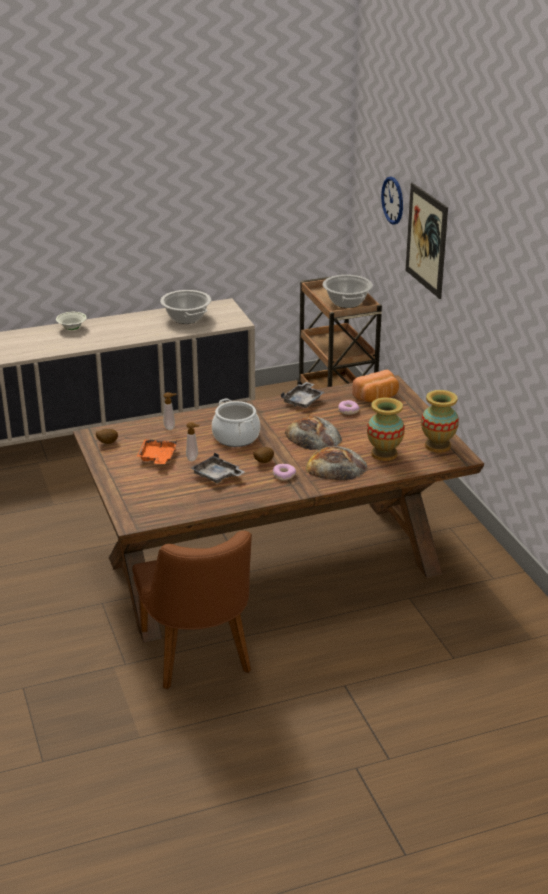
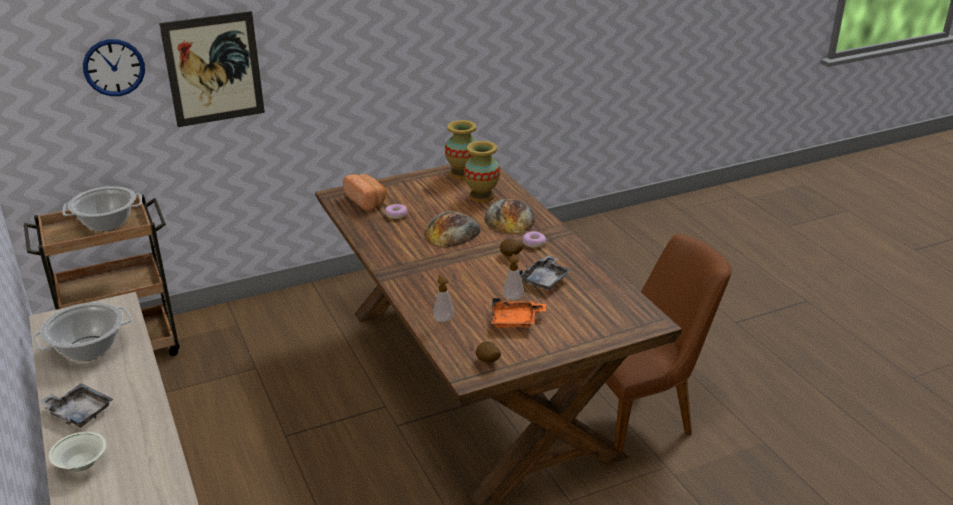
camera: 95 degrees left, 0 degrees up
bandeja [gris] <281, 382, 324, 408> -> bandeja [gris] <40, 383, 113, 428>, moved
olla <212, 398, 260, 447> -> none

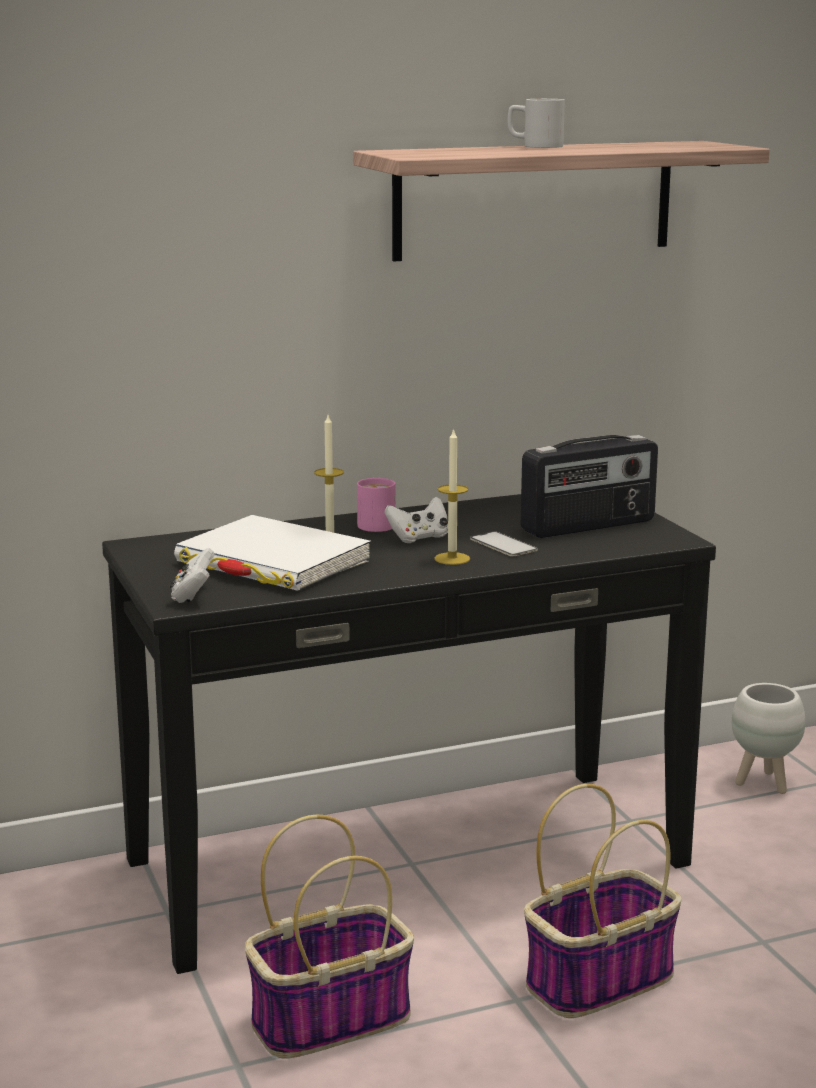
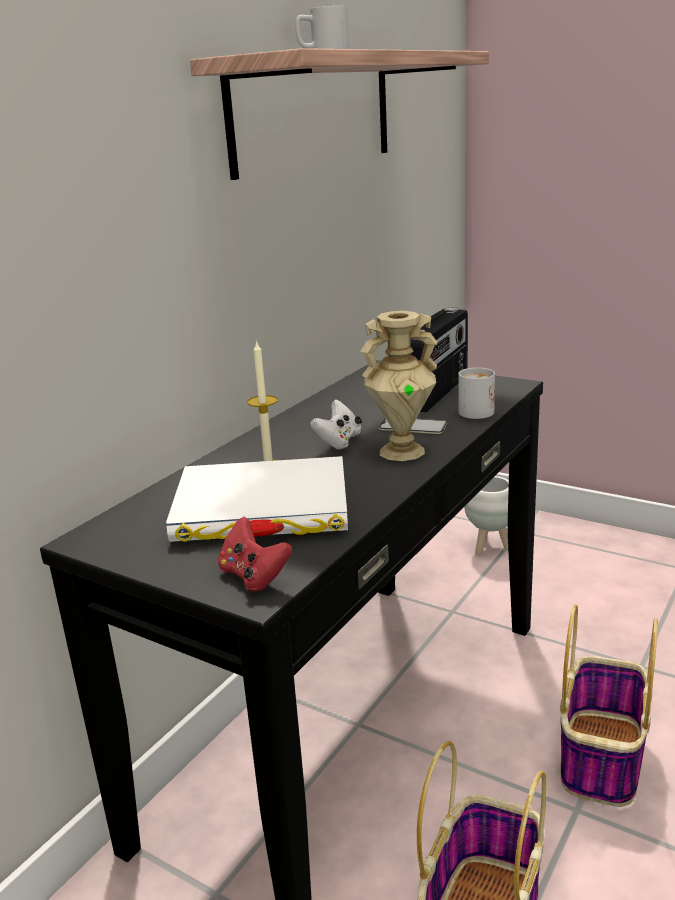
camera: 35 degrees left, 5 degrees up
mando de consola [blanco] <169, 548, 215, 603> -> mando de consola [rojo] <218, 517, 292, 592>
vela <434, 428, 470, 565> -> florero [beis] <360, 311, 437, 461>
none -> taza grande [blanco] <458, 367, 495, 419>
taza grande [rosa] <357, 478, 396, 532> -> none

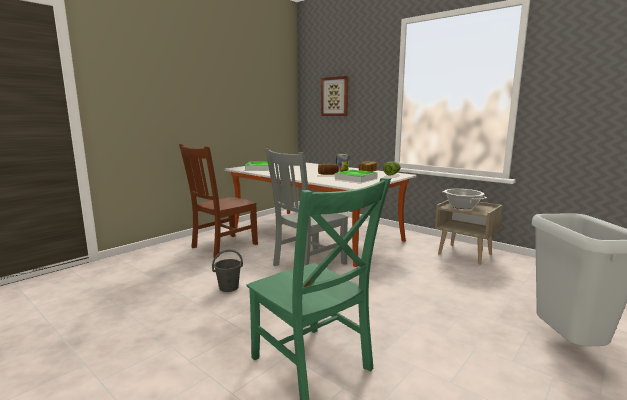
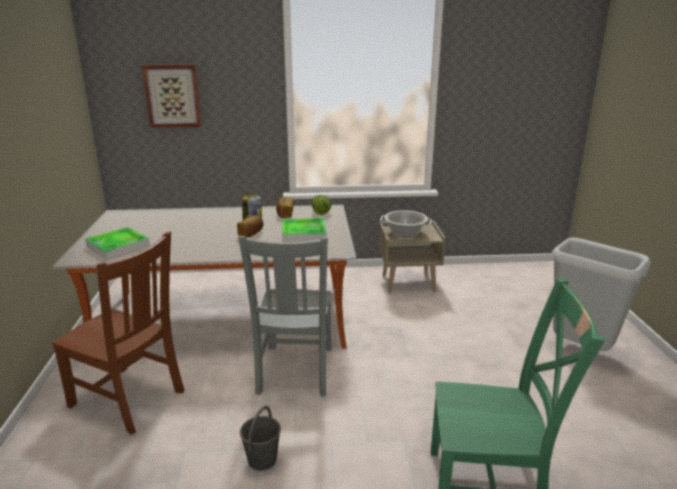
camera: 45 degrees left, 10 degrees up
silla [marrón] <179, 144, 258, 258> -> silla [marrón] <52, 232, 185, 435>, 60 degrees counterclockwise

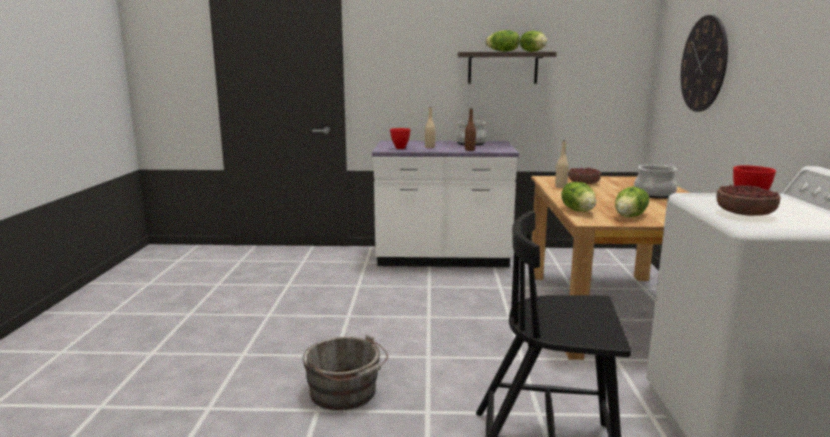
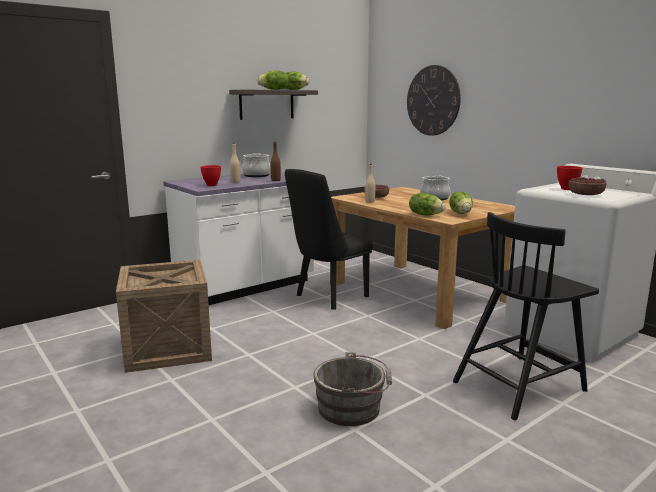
camera: 40 degrees left, 0 degrees up
none -> caja de embalaje <116, 260, 212, 373>
none -> silla [negro] <285, 169, 373, 310>

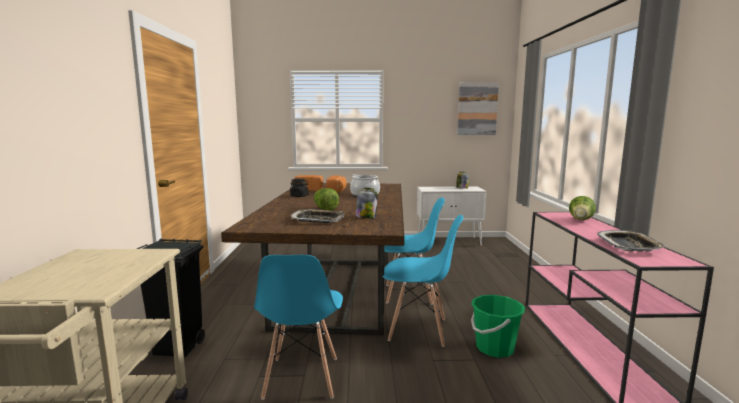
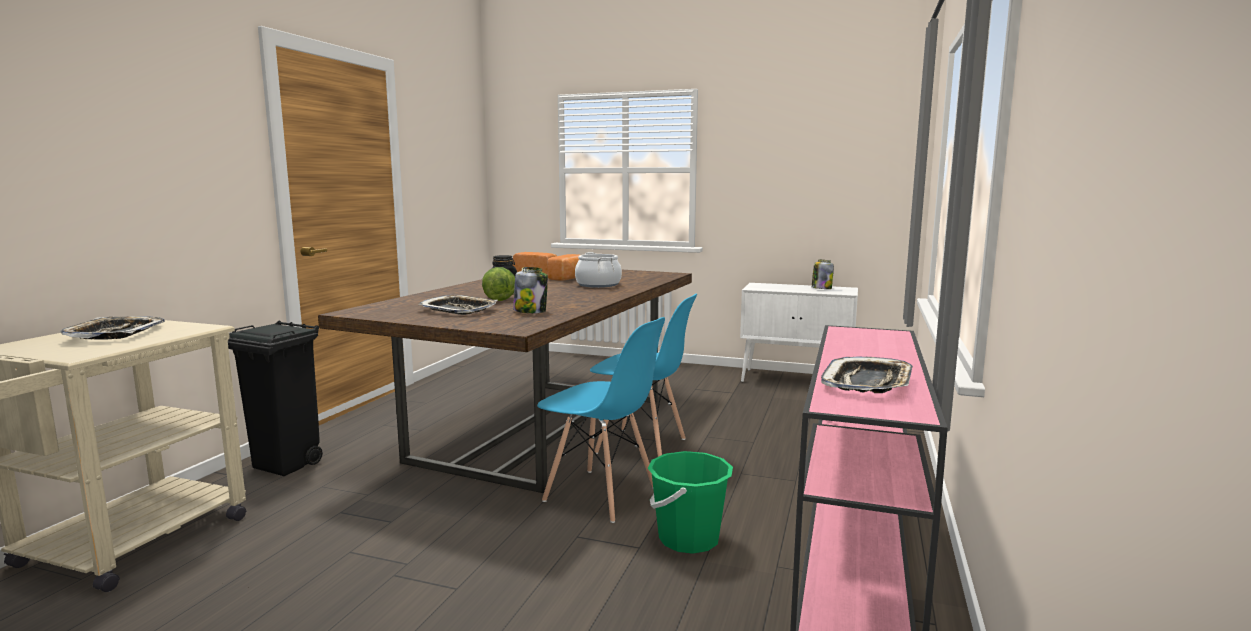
camera: 20 degrees right, 0 degrees up
none -> bandeja <60, 316, 165, 340>
silla [azul] <254, 255, 343, 400> -> none
cuadro <457, 82, 499, 135> -> none
lechuga <569, 196, 596, 220> -> none

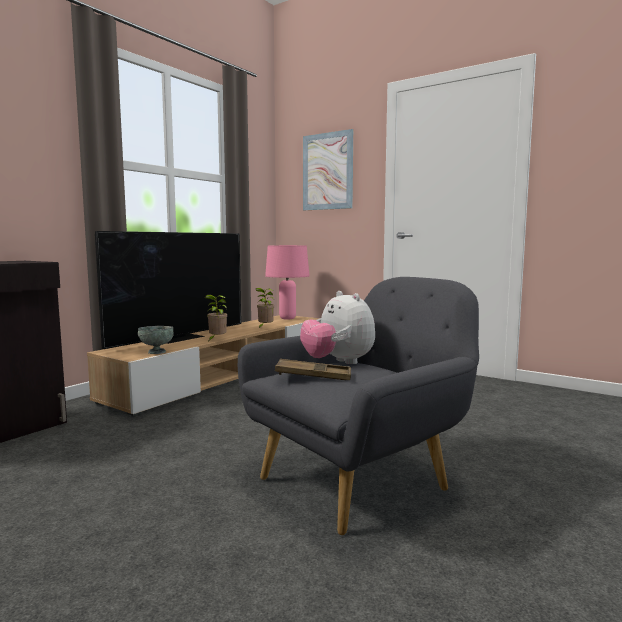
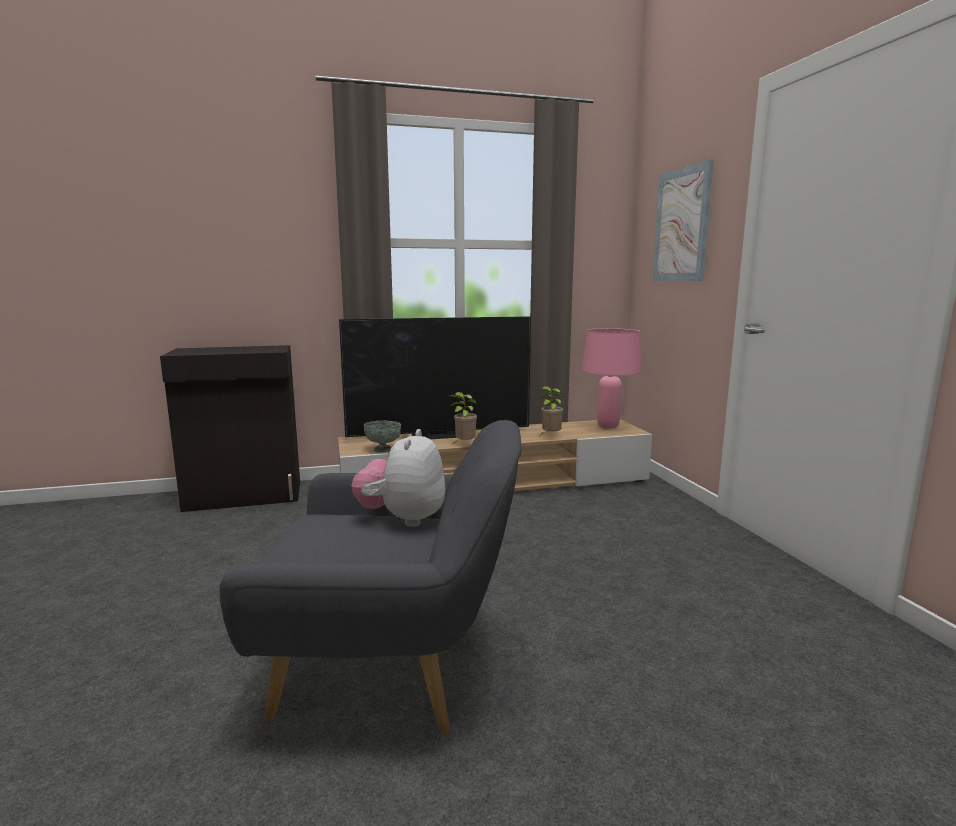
camera: 40 degrees right, 5 degrees up
bandeja [marrón] <275, 359, 351, 380> -> none

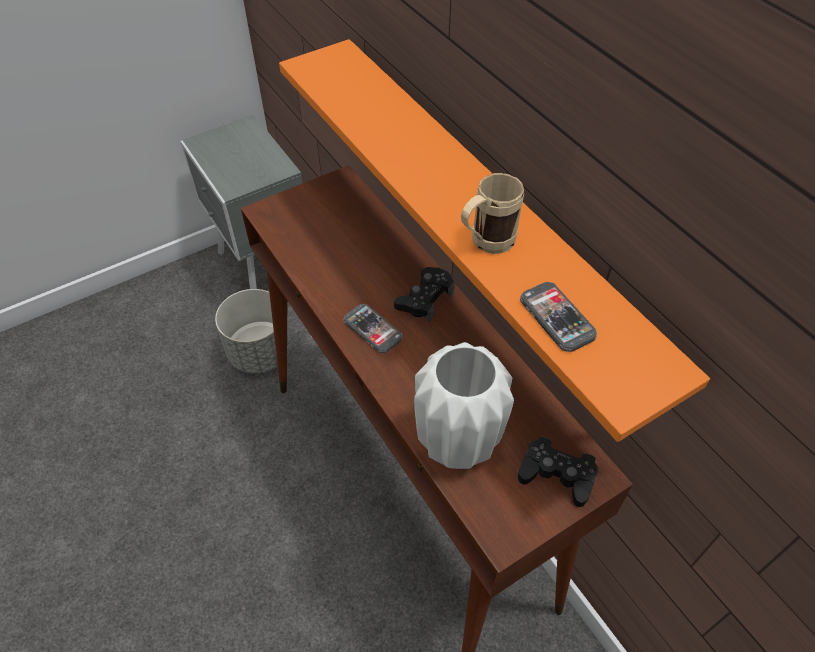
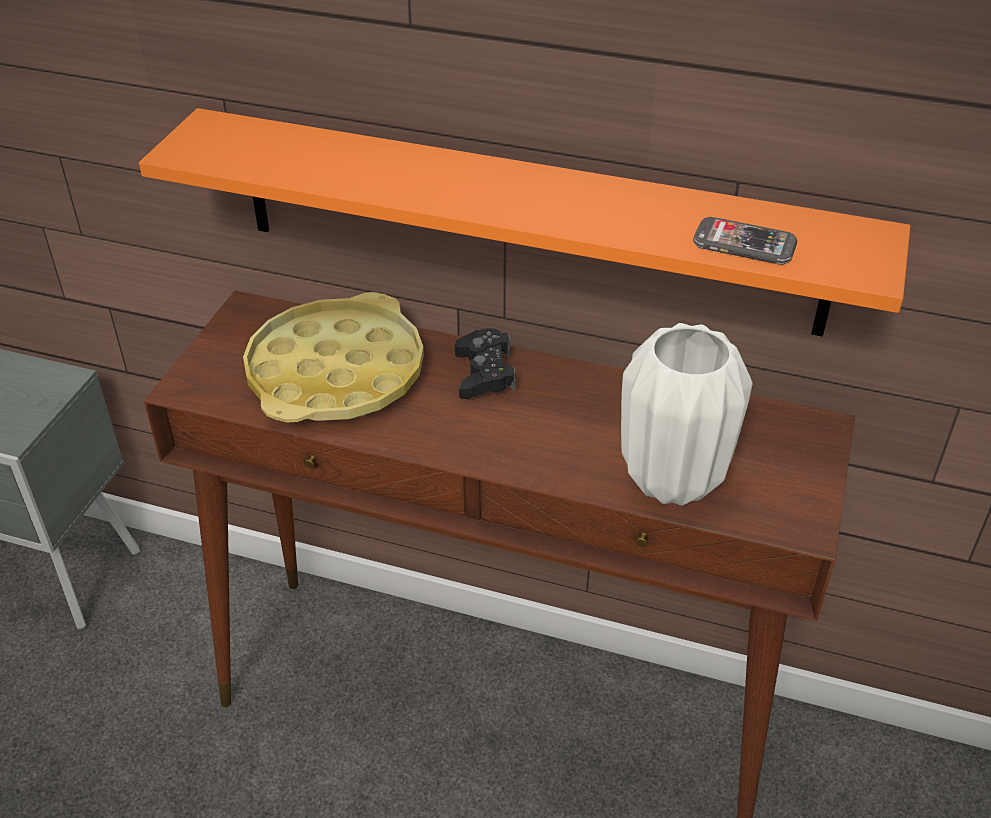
camera: 40 degrees left, 10 degrees down
none -> bandeja [amarillo] <243, 292, 424, 423>
maceta [gris] <215, 289, 291, 373> -> none
móvil <343, 304, 403, 353> -> none
taza grande [beis] <461, 173, 524, 254> -> none
mando de consola [negro] <518, 436, 598, 507> -> none

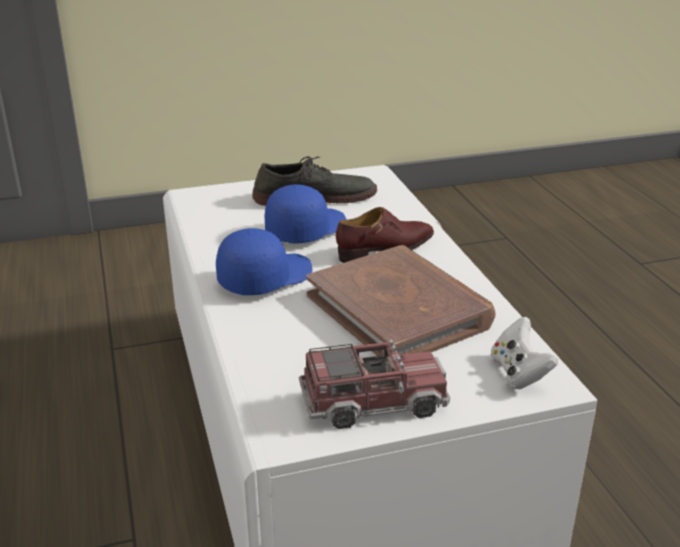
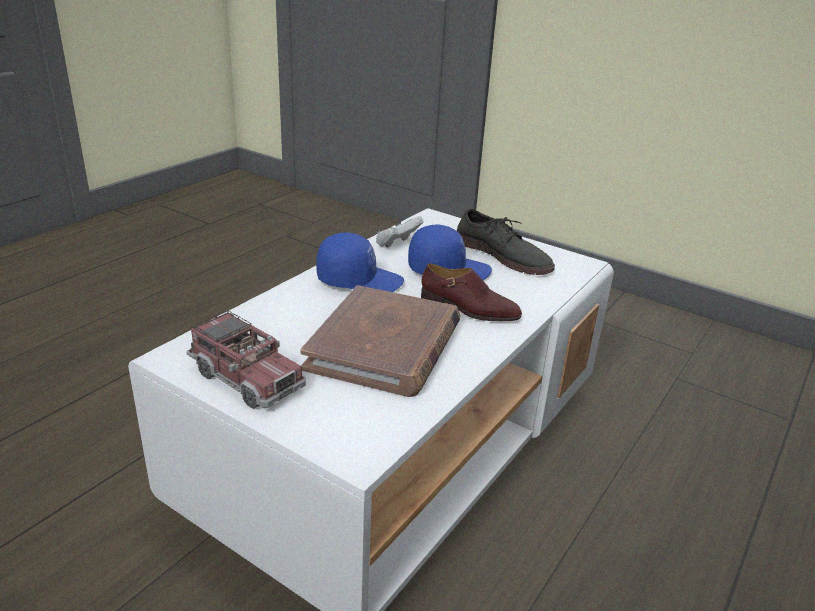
camera: 50 degrees right, 0 degrees up
mando de consola [blanco] <491, 317, 558, 389> -> mando de consola [blanco] <376, 216, 423, 248>, moved

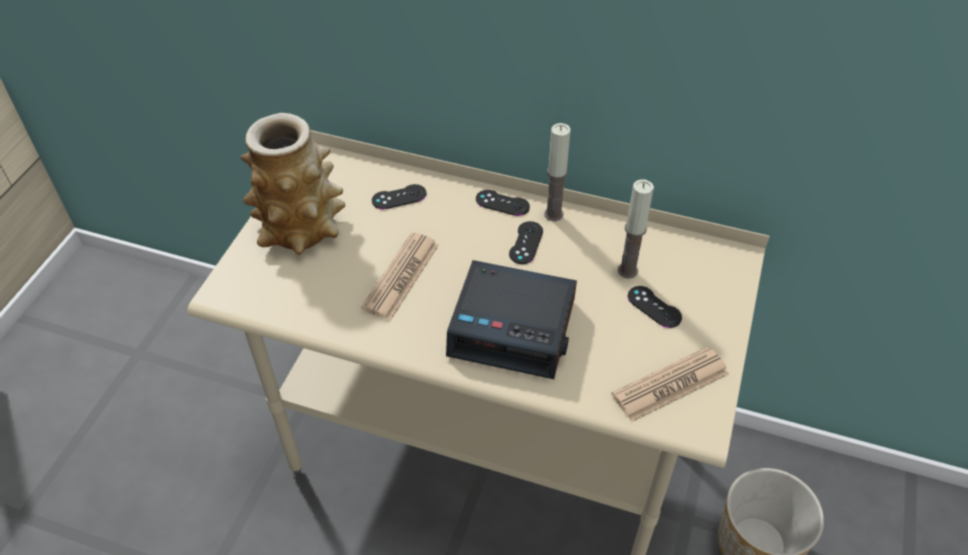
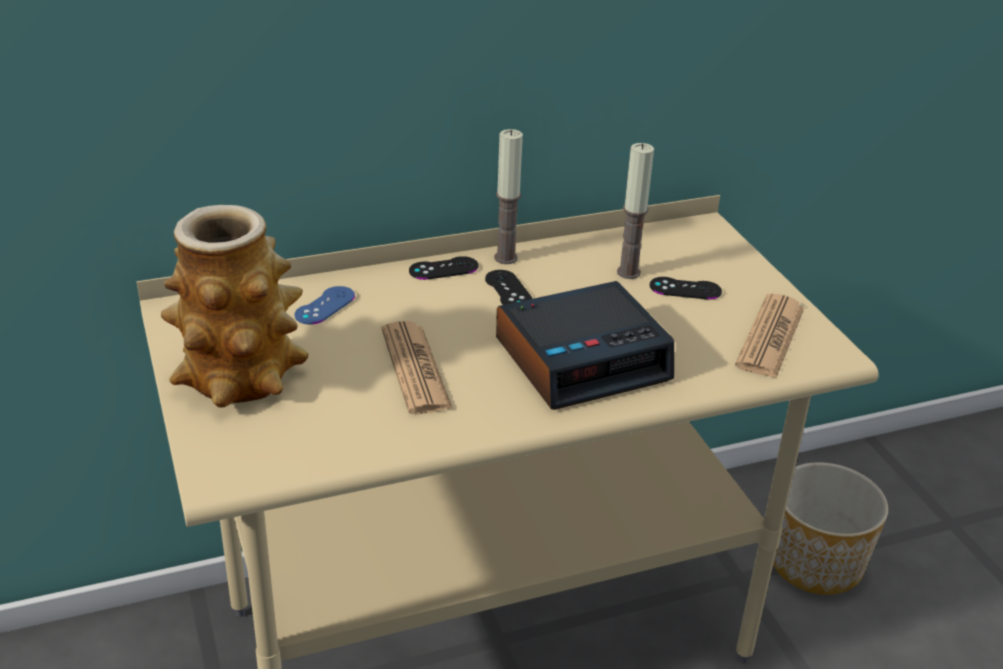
camera: 40 degrees left, 15 degrees down
mando de consola [negro] <372, 184, 426, 209> -> mando de consola [azul] <295, 286, 355, 325>

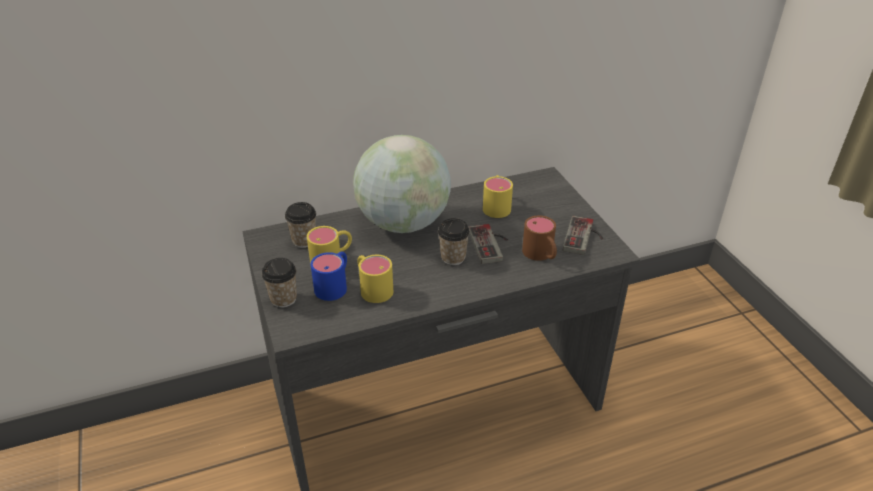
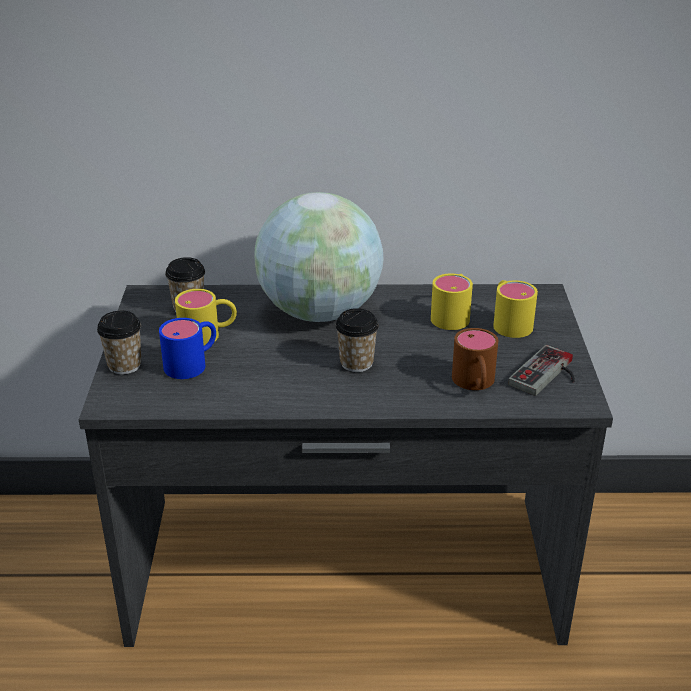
camera: 20 degrees right, 5 degrees down
taza grande [amarillo] <357, 255, 393, 303> -> taza grande [amarillo] <493, 280, 538, 338>, moved
mando de consola <468, 224, 508, 264> -> none

